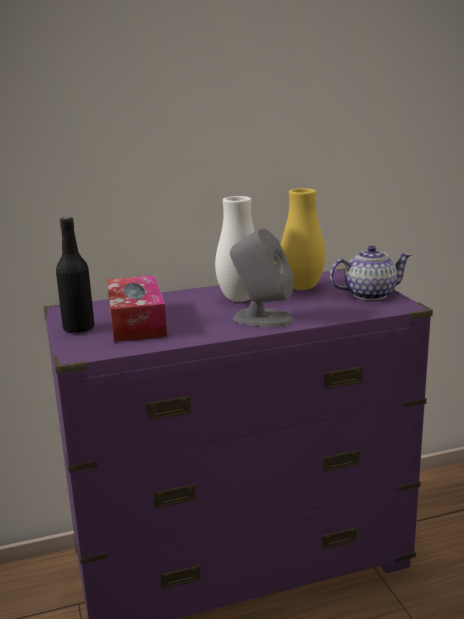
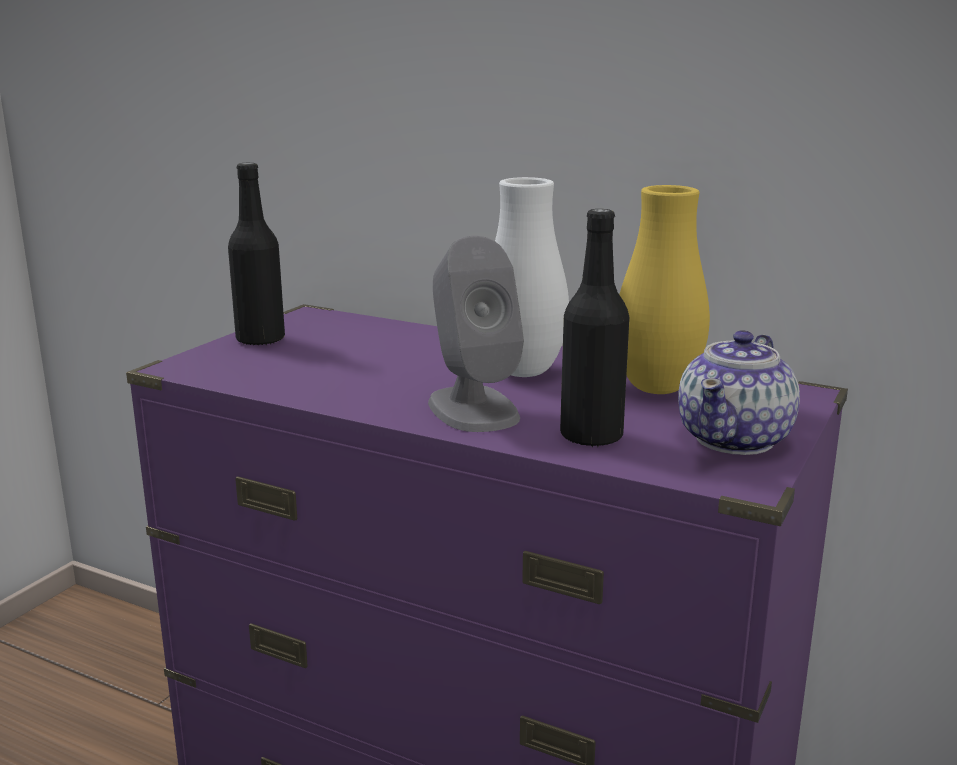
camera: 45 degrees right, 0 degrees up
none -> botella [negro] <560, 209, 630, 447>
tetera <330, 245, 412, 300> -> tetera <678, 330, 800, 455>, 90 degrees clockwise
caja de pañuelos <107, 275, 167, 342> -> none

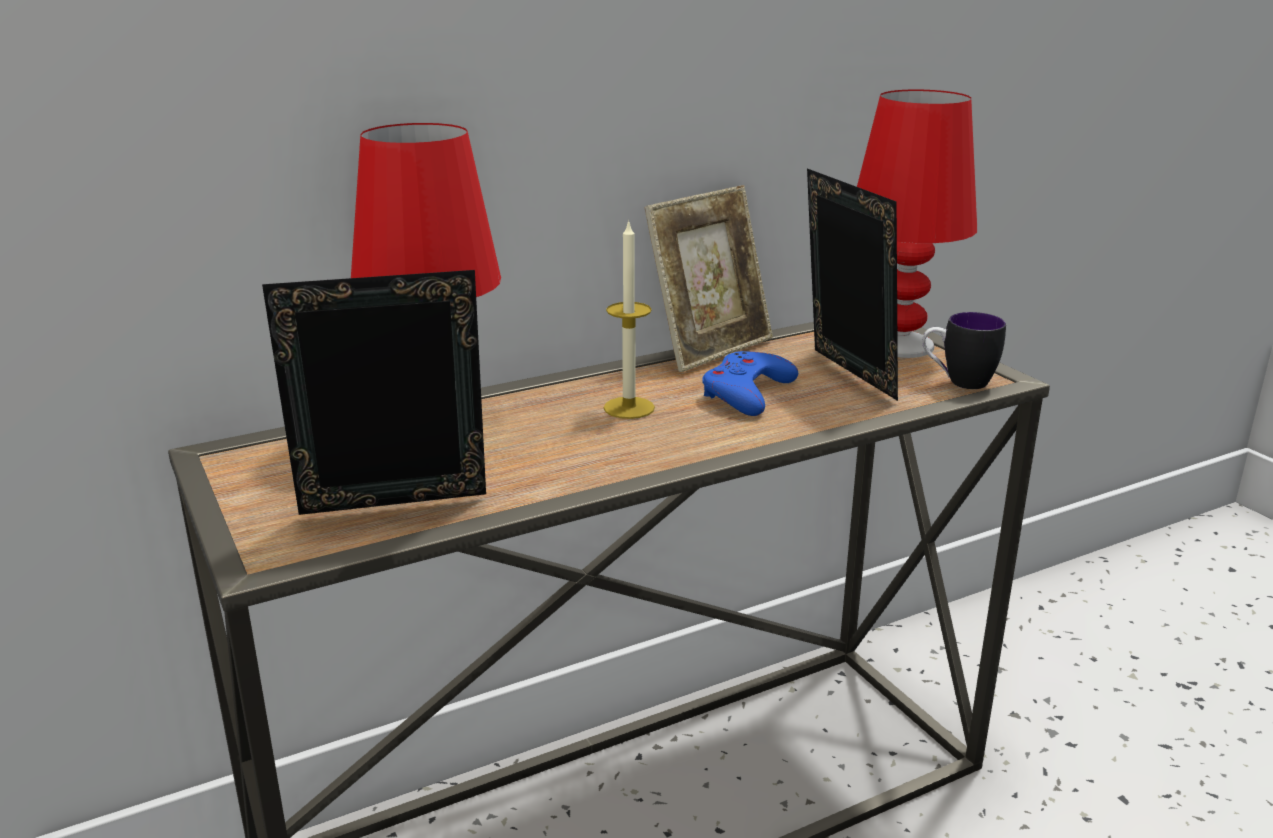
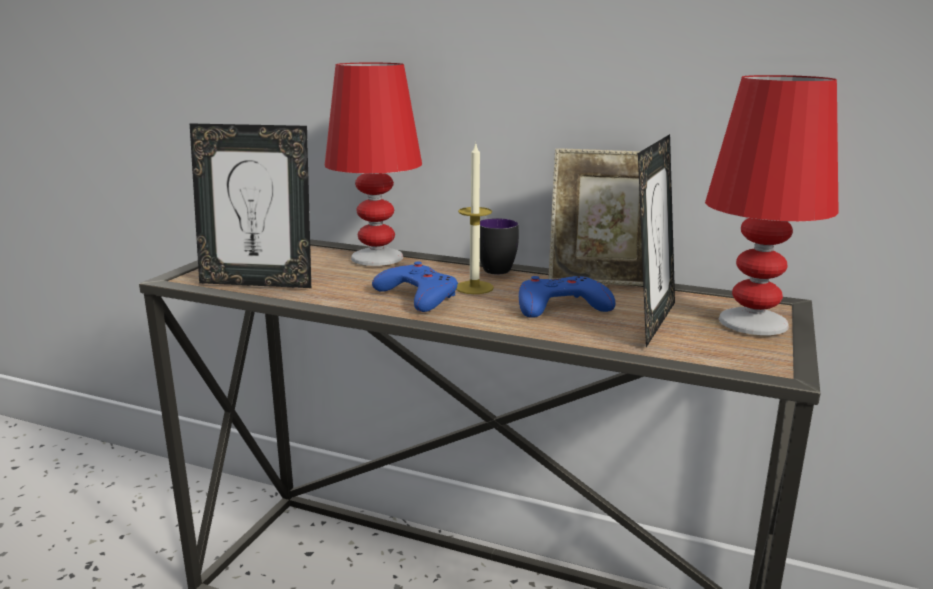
camera: 50 degrees right, 5 degrees down
portarretratos <262, 270, 486, 515> -> portarretratos <190, 123, 311, 288>, 150 degrees clockwise
none -> mando de consola [azul] <372, 261, 458, 312>
taza grande <922, 312, 1006, 389> -> taza grande <480, 218, 519, 274>, moved

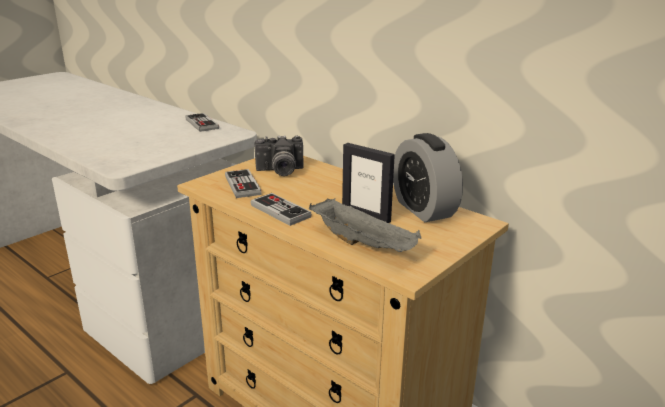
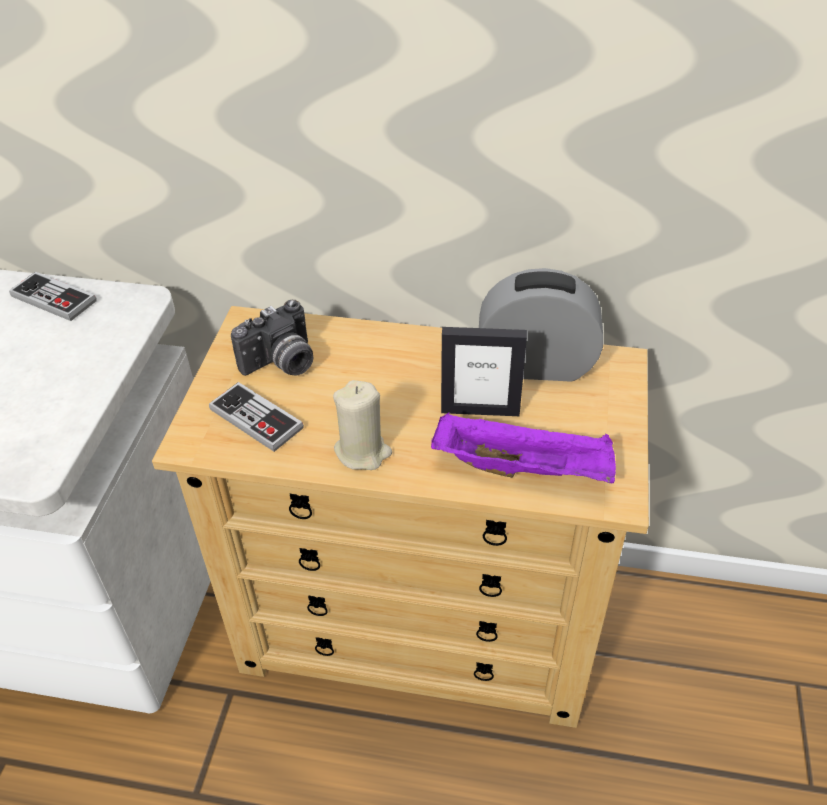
camera: 30 degrees left, 20 degrees up
mando de consola <251, 193, 312, 226> -> vela [beis] <333, 380, 392, 470>
bandeja [gris] <309, 198, 421, 252> -> bandeja [morado] <431, 413, 616, 483>
despertador <393, 133, 463, 222> -> despertador <479, 268, 603, 382>, 150 degrees clockwise

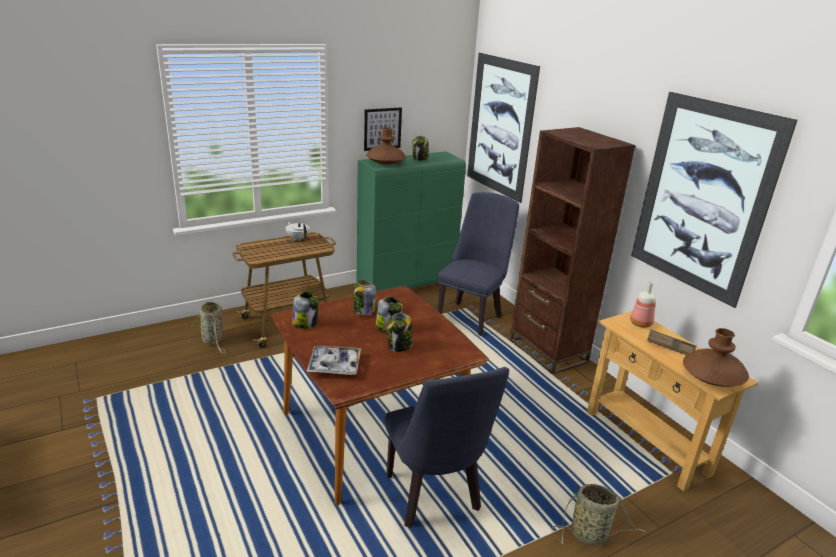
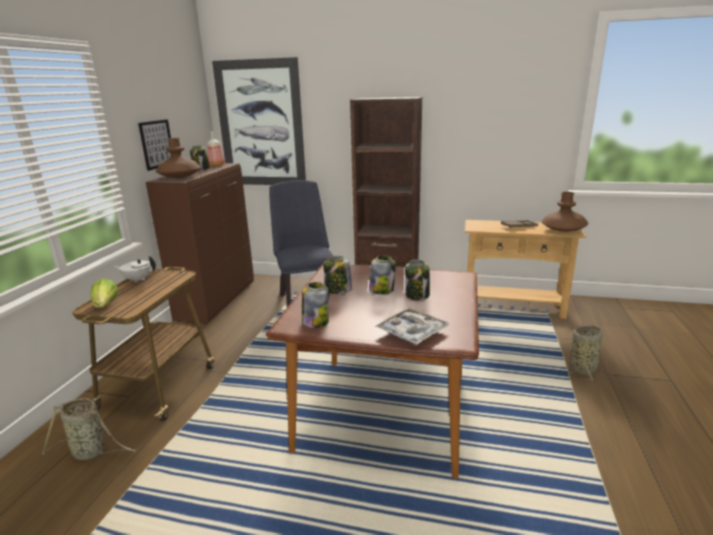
camera: 45 degrees left, 5 degrees down
none -> lechuga <91, 279, 119, 308>
armario [verde] <356, 151, 466, 291> -> armario [marrón] <146, 163, 254, 324>
botella <630, 282, 656, 328> -> botella <208, 131, 225, 167>, moved
silla [azul] <385, 367, 509, 528> -> none
cuadro <631, 92, 797, 308> -> none

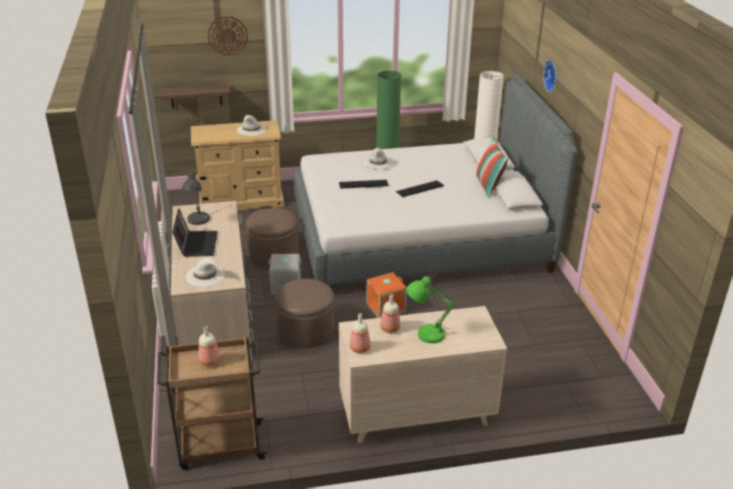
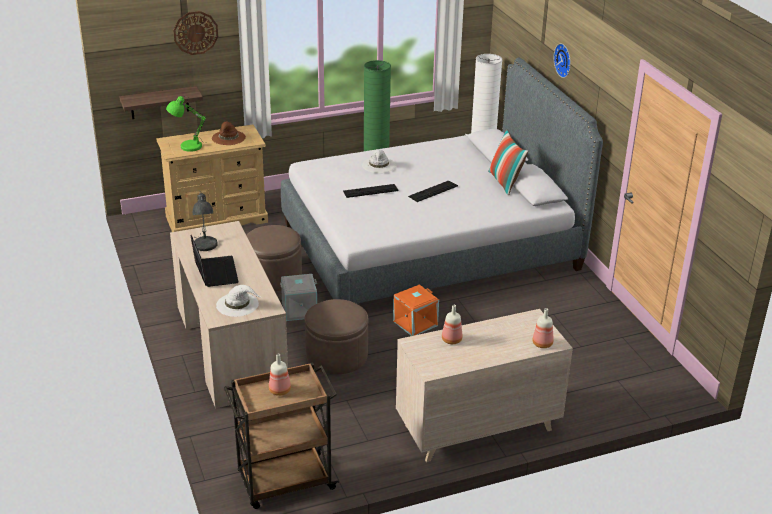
camera: 10 degrees left, 0 degrees up
lámpara de mesa [verde] <406, 277, 455, 343> -> lámpara de mesa [verde] <166, 96, 206, 152>, moved
sombrero [blanco] <237, 115, 266, 136> -> sombrero [marrón] <212, 122, 246, 145>
botella <350, 313, 370, 353> -> botella <532, 308, 554, 348>, moved

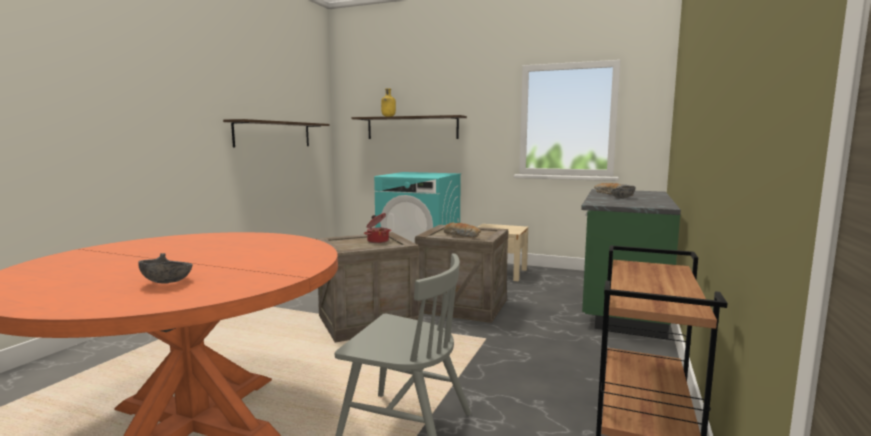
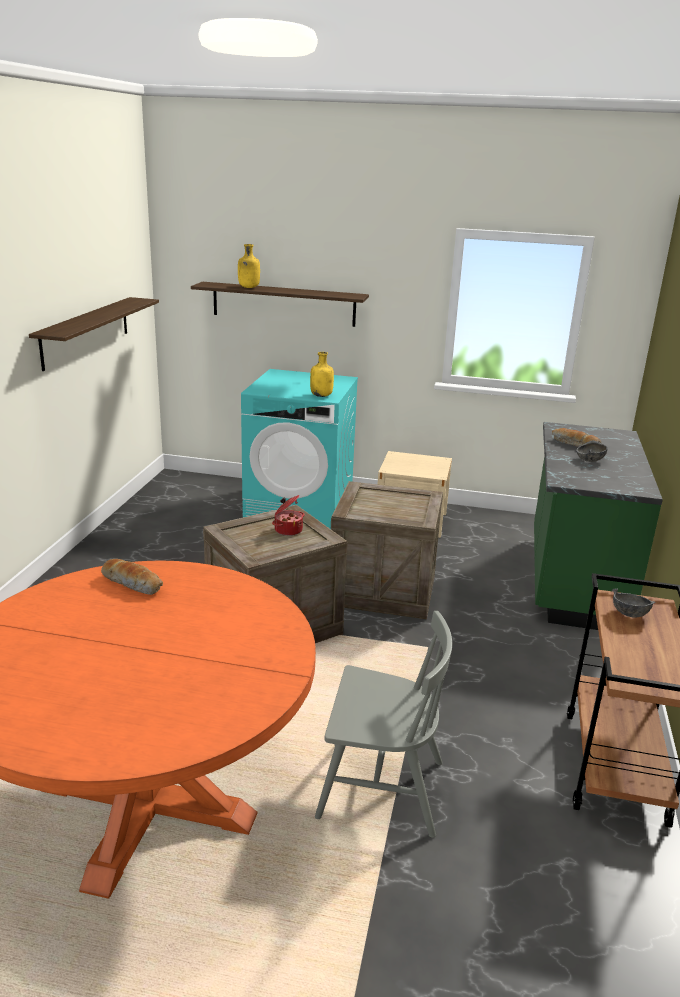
camera: 10 degrees left, 15 degrees up
pan <444, 223, 481, 238> -> pan <101, 559, 163, 595>, moved
none -> botella [amarillo] <310, 352, 334, 397>
cuenco [gris] <138, 253, 193, 284> -> cuenco [gris] <612, 588, 655, 617>, moved

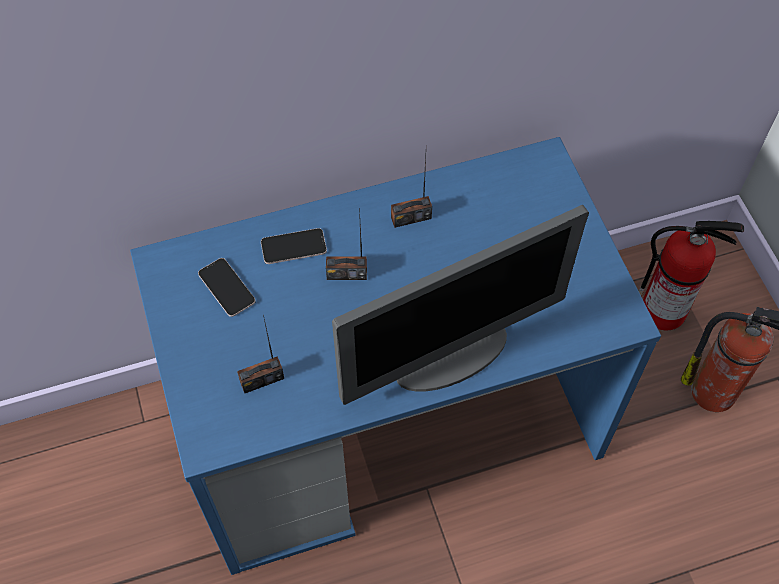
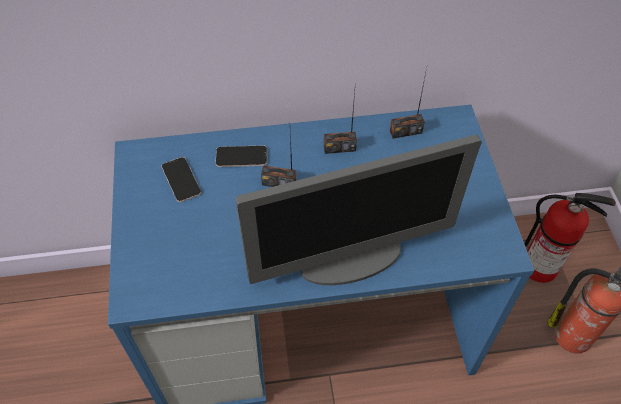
camera: 10 degrees right, 5 degrees down
radio <237, 315, 284, 393> -> radio <390, 68, 427, 139>, moved

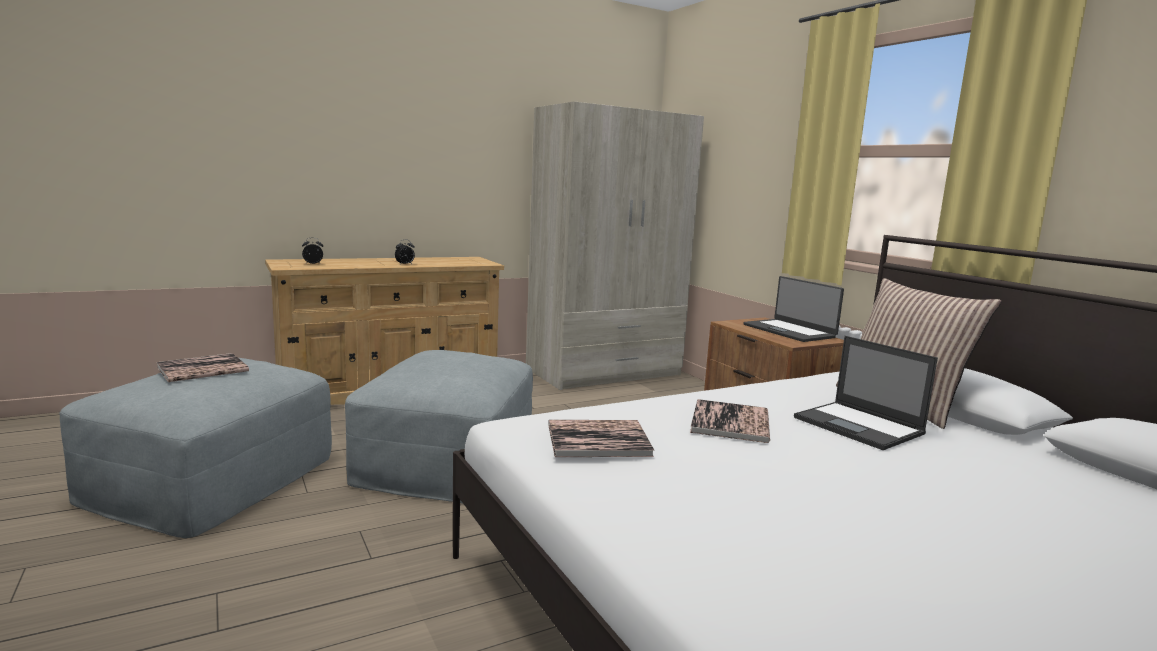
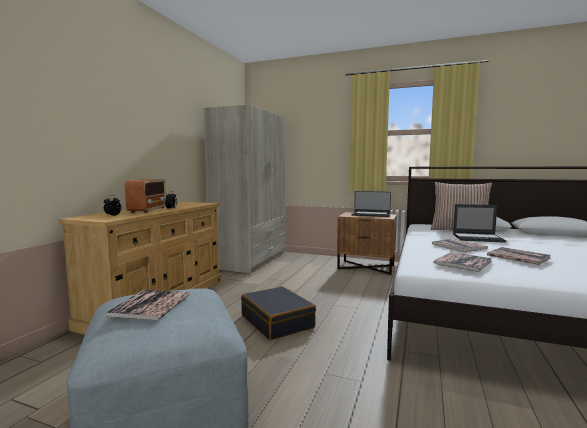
camera: 40 degrees left, 5 degrees down
none -> radio <125, 179, 166, 213>
puf [gris] <345, 350, 533, 503> -> maleta [negro] <241, 286, 316, 340>
none -> libro <487, 247, 550, 265>

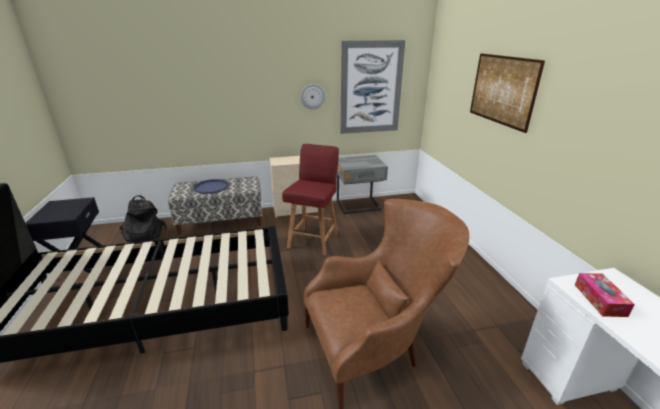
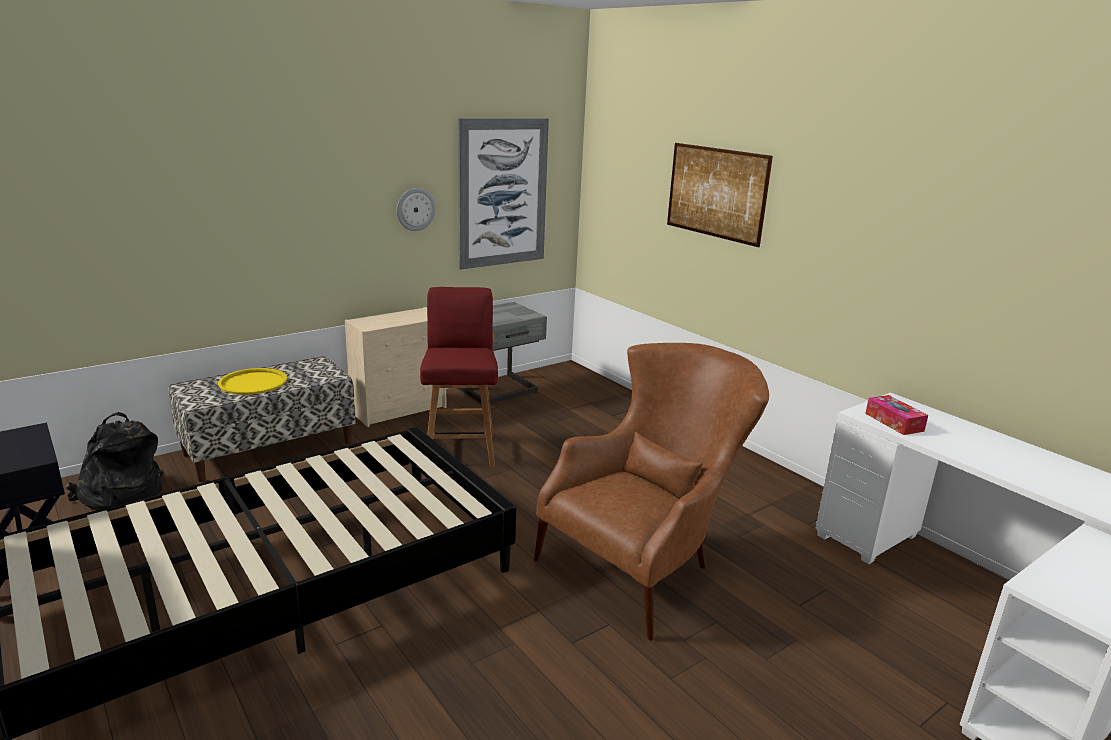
camera: 25 degrees left, 5 degrees down
bandeja [azul] <193, 179, 229, 194> -> bandeja [amarillo] <218, 368, 287, 395>

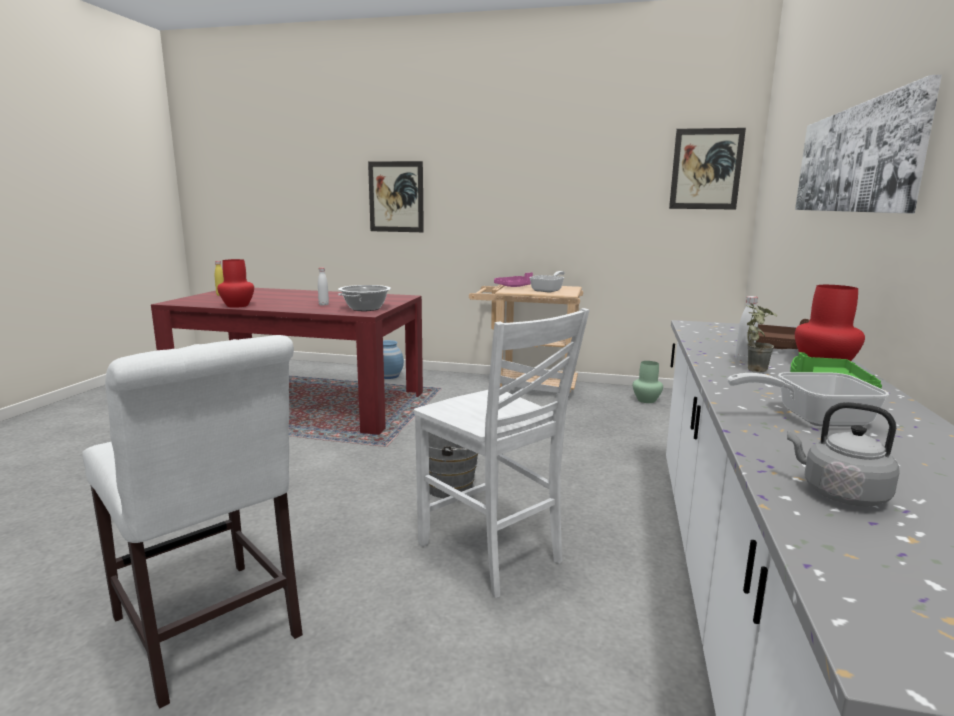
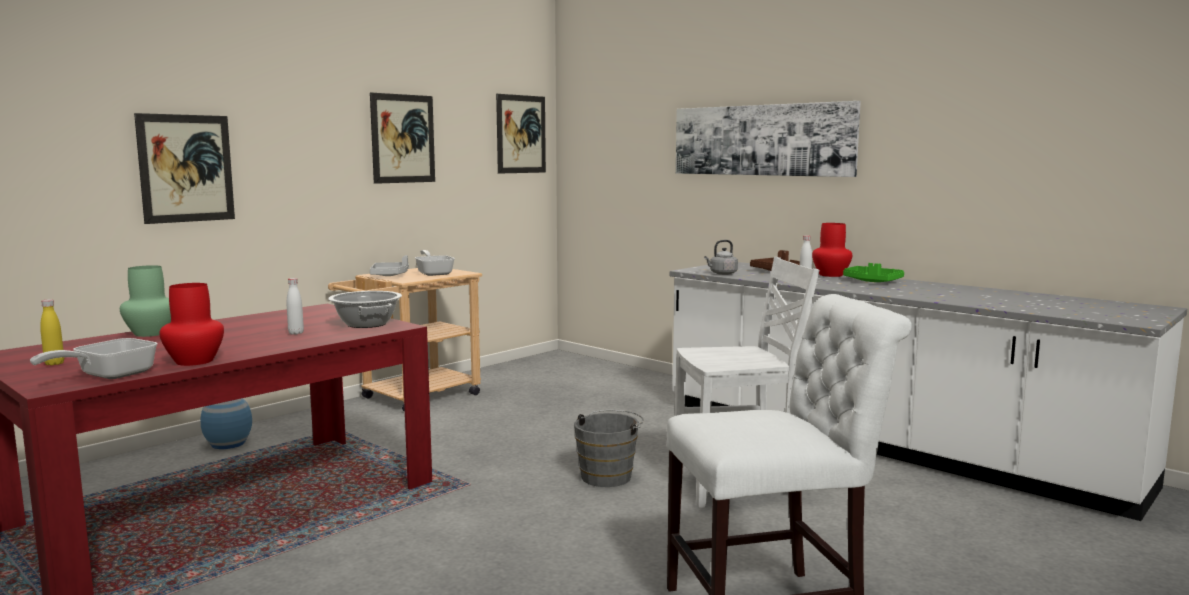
camera: 60 degrees left, 5 degrees down
sartén <727, 372, 889, 426> -> sartén <30, 338, 157, 379>, moved
florero [verde] <633, 361, 663, 403> -> florero [verde] <120, 265, 171, 337>, moved
none -> cuadro <370, 92, 435, 184>
bandeja [rosa] <494, 272, 533, 287> -> bandeja [gris] <370, 255, 409, 276>
hervidor [gris] <787, 402, 900, 507> -> hervidor [gris] <704, 240, 738, 275>, moved
planta en maceta <746, 303, 777, 372> -> none

